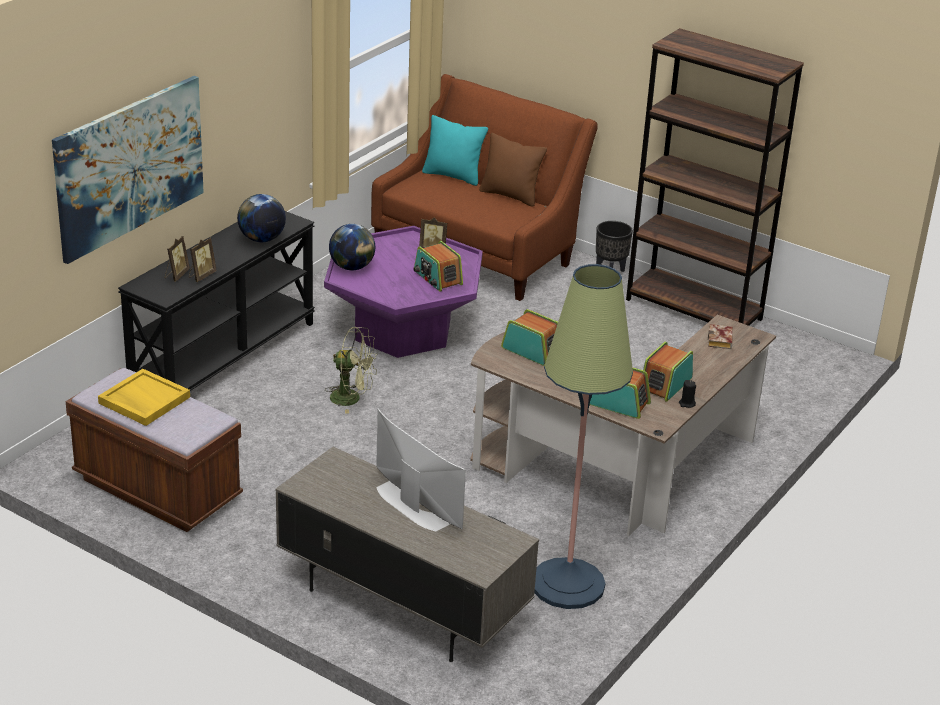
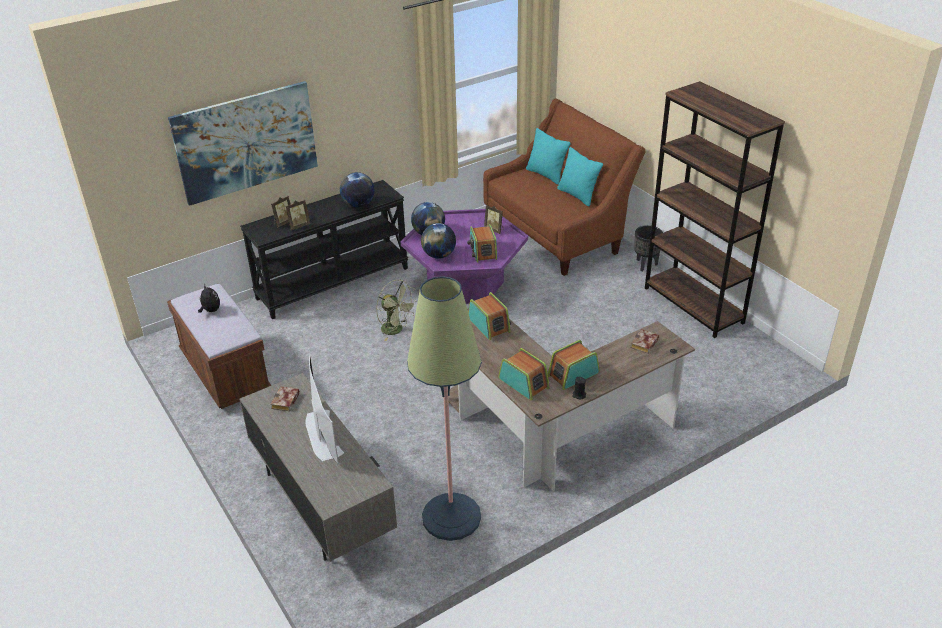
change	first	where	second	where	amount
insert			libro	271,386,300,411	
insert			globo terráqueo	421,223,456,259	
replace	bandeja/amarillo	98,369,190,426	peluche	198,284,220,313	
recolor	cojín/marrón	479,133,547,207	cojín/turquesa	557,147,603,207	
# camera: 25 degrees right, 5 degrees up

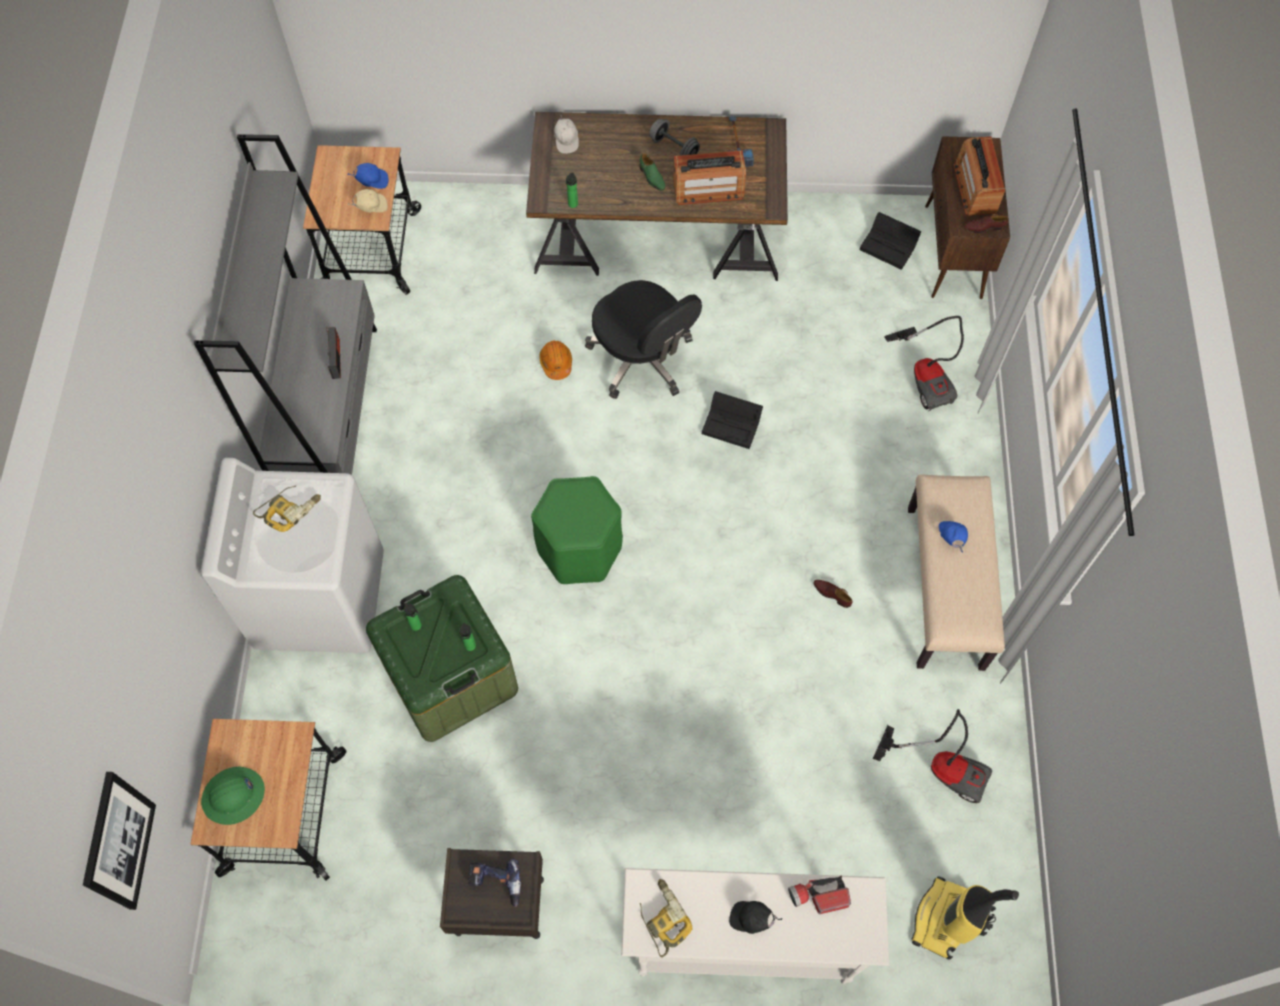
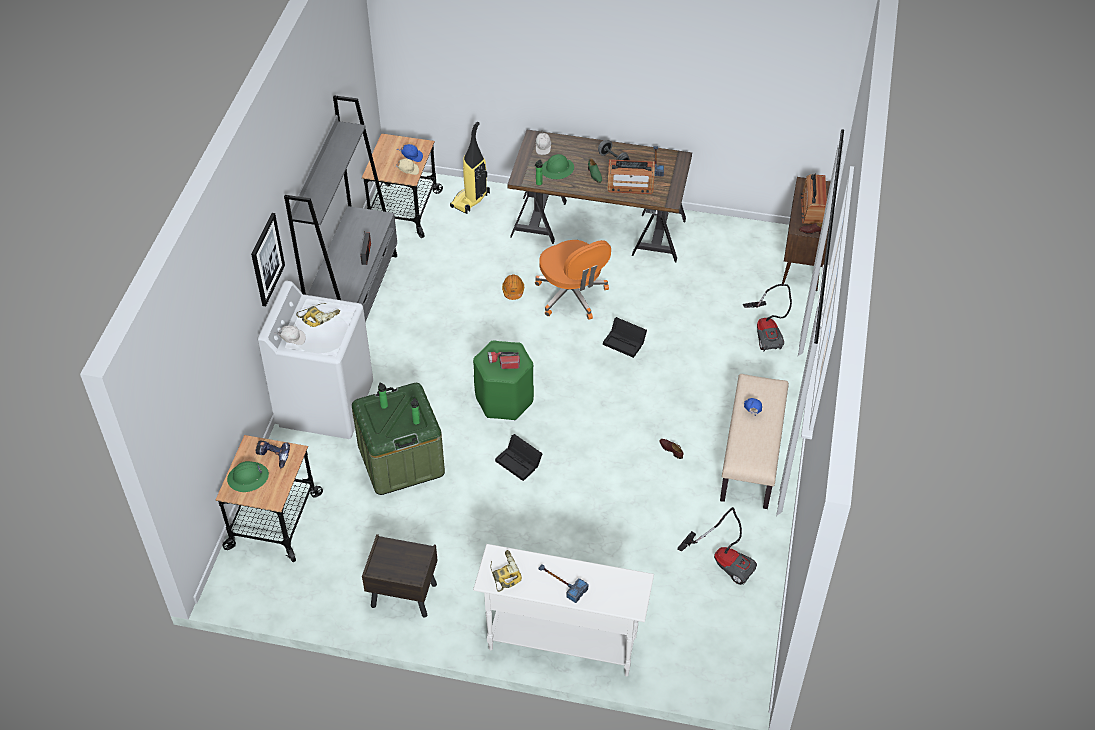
change	first	where	second	where	amount
insert			gorra/blanco	274,325,306,345	
insert			casco/verde	542,154,574,179	
move	cuadro	83,772,156,910		251,213,285,306	
move	taladro	468,858,521,907		256,440,290,468	
move	linterna	788,876,851,914		488,352,520,369	
move	caja de almacenaje/negro	859,212,922,270		495,434,543,481	
move	aspiradora	911,876,1019,960		450,122,490,214	
replace	gorra/negro	729,901,782,934	martillo	539,564,588,603	
recolor	silla de oficina/negro	585,280,702,399	silla de oficina/naranja	535,240,611,320	
# camera: 10 degrees right, 15 degrees down

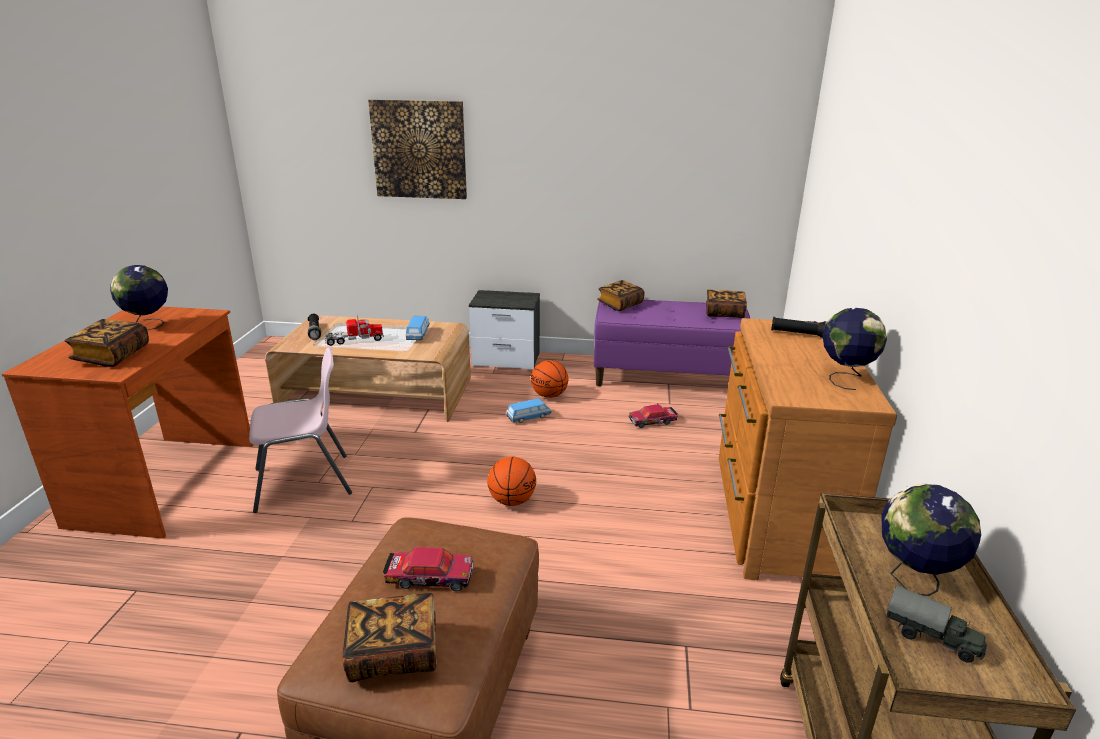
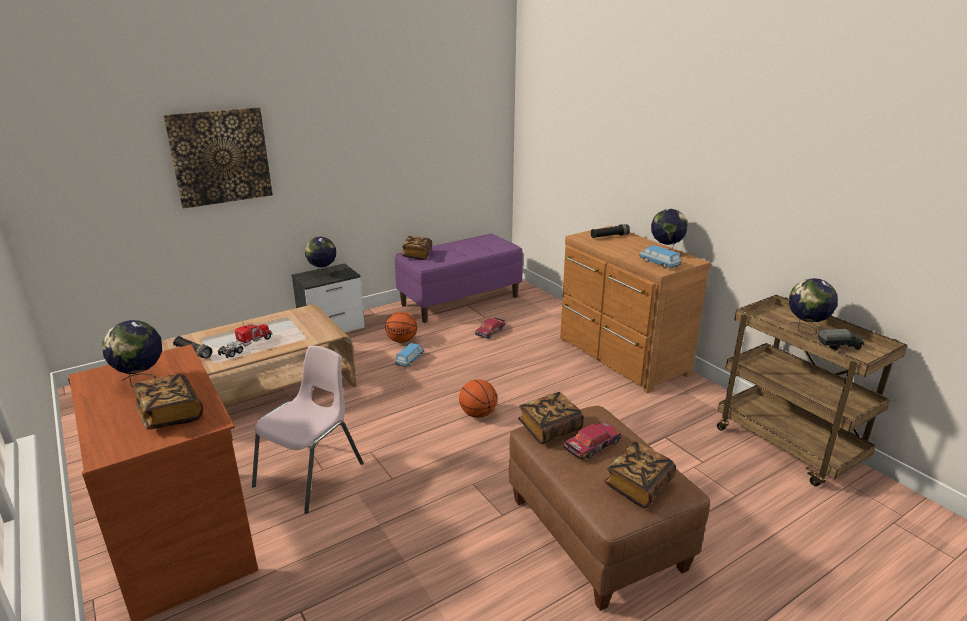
change	first	where	second	where	amount
insert			globo terráqueo	305,237,336,277	
move	coche de juguete	406,316,429,340		639,245,681,269	
move	libro	706,290,747,318		518,392,584,444	
# camera: 40 degrees left, 0 degrees up

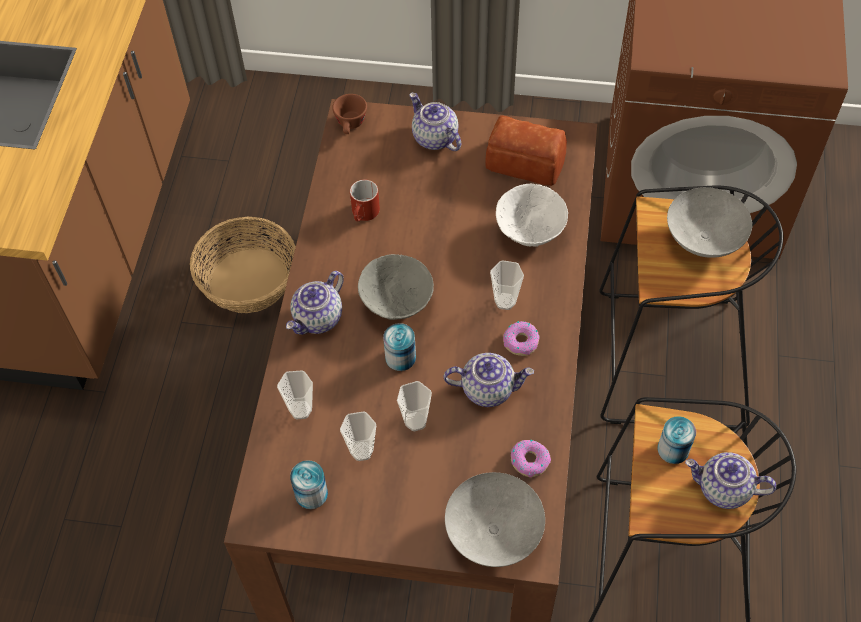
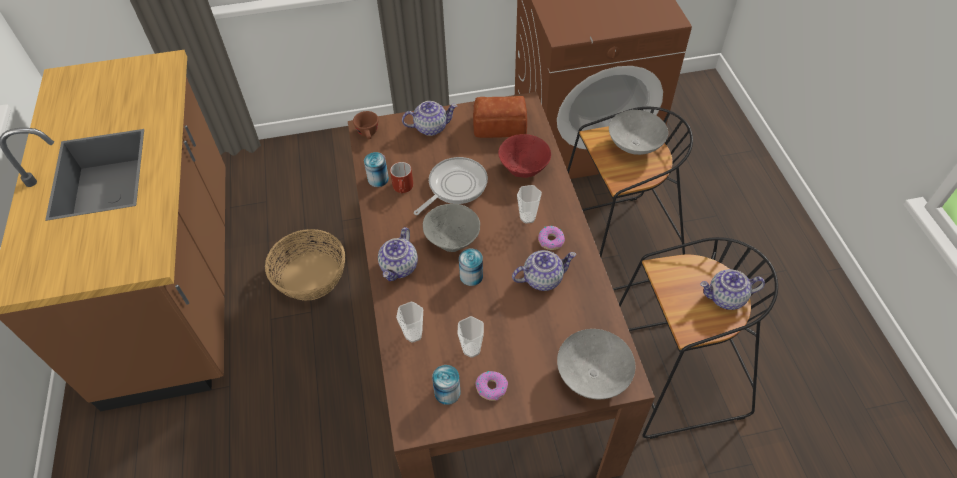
change	first	where	second	where	amount
delete	taza	397,381,432,431			
insert			sartén	414,157,488,215	
move	rosquilla	511,440,551,477		475,371,508,401	
move	lata	657,416,696,464		364,152,389,187	
recolor	cuenco/blanco	496,184,568,247	cuenco/rojo	498,134,551,178	
rotate	tetera	409,93,461,151		402,101,457,136	135 degrees clockwise
# camera: 20 degrees left, 5 degrees down

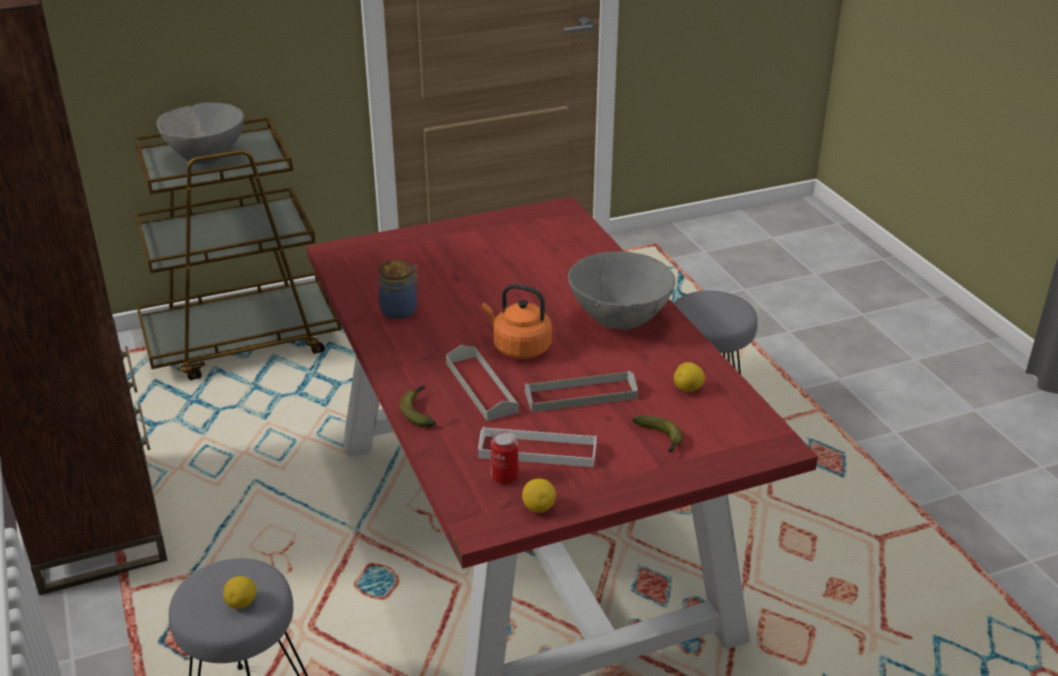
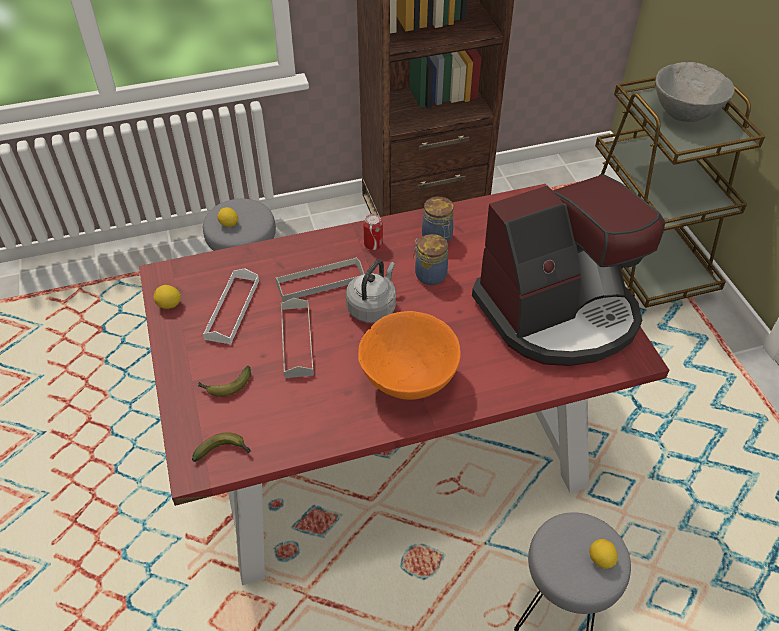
change	first	where	second	where	amount
insert			tarro	413,234,448,285	
insert			cafetera	472,174,665,366	
move	plátano	400,386,436,427		192,432,251,462	
move	lata	490,431,518,484		363,214,383,250	
move	limón	674,362,705,392		589,539,618,569	
recolor	hervidor/naranja	482,284,552,359	hervidor/gris	346,260,396,323	
recolor	cuenco/gris	568,251,675,330	cuenco/naranja	358,311,461,400	
# camera: 95 degrees right, 15 degrees up

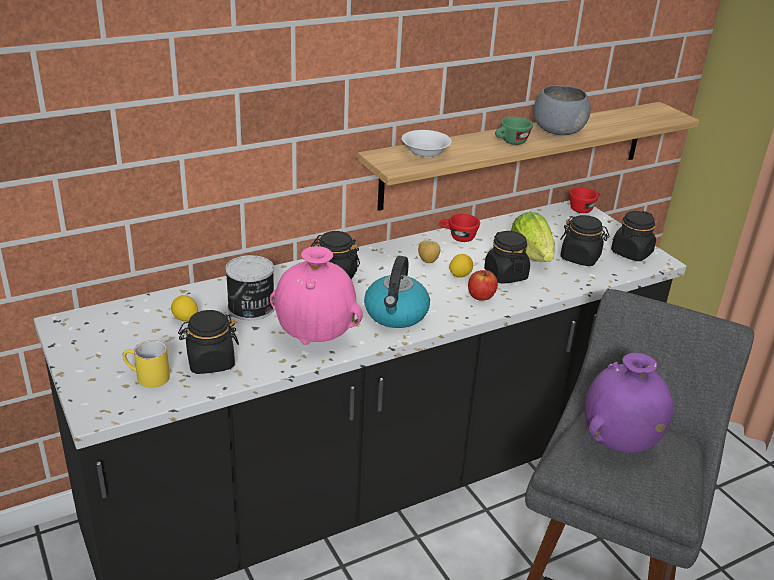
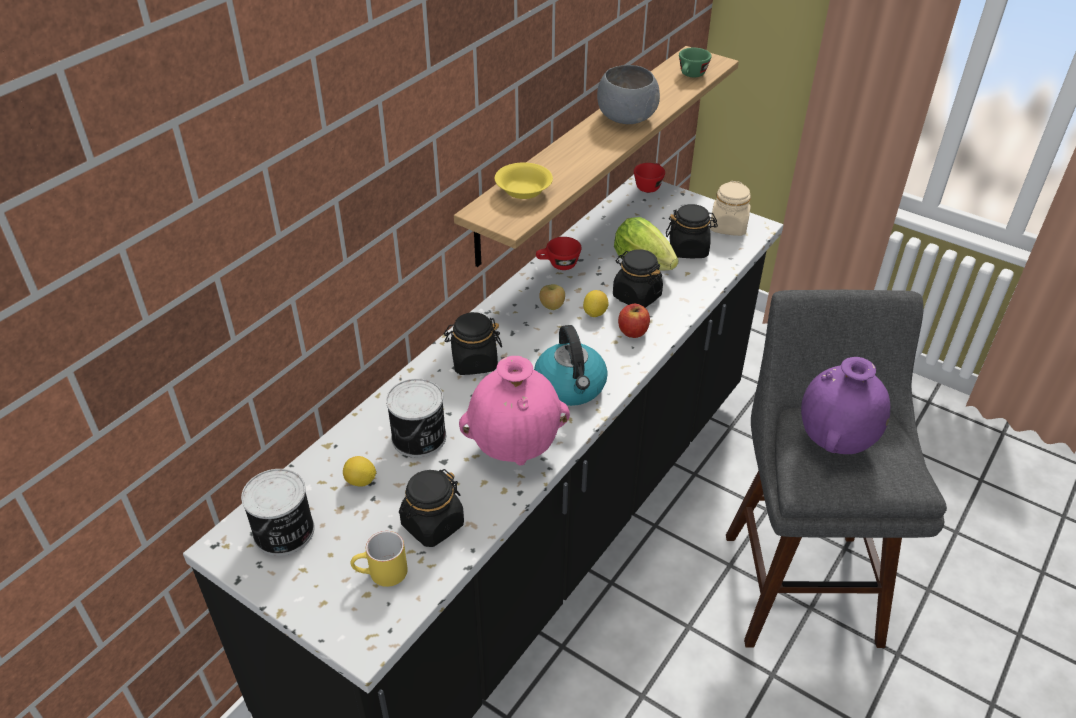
change	first	where	second	where	amount
insert			lata	241,469,315,556	
move	taza/verde	495,117,533,145		679,48,712,77	
recolor	cuenco/blanco	402,130,452,157	cuenco/amarillo	495,162,553,199	
recolor	tarro/negro	611,211,656,261	tarro/beis	710,181,751,236	
# camera: 25 degrees left, 10 degrees up

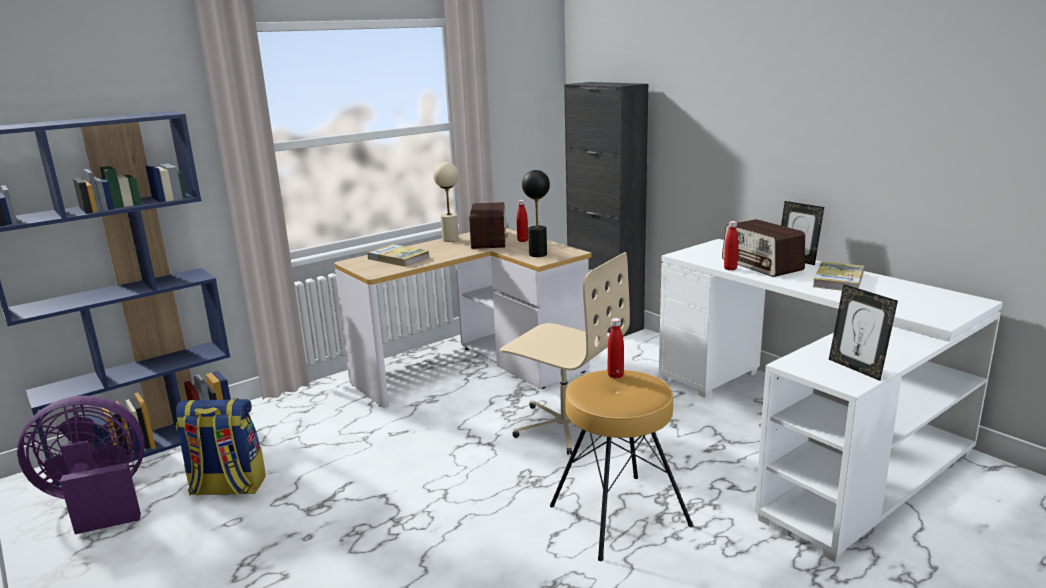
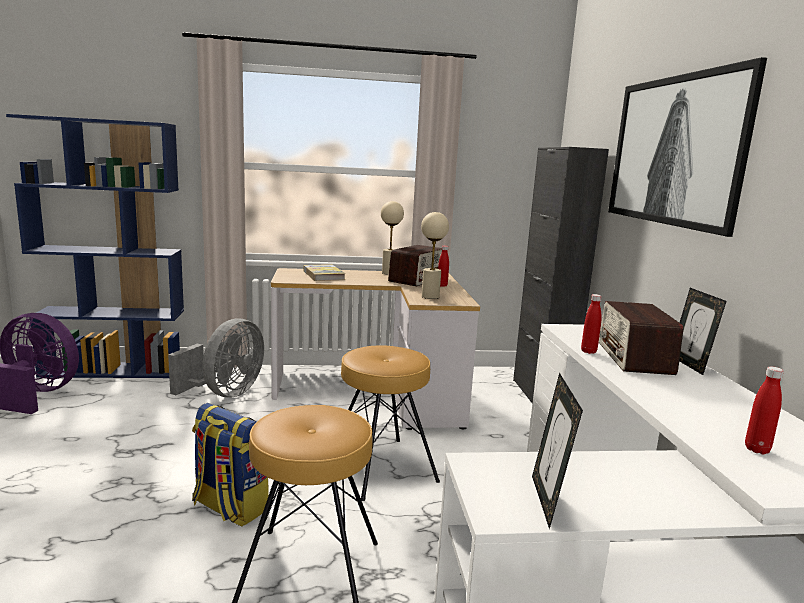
change	first	where	second	where	amount
delete	libro	813,262,864,290			
insert			ventilador/gris	168,318,264,398	
insert			cuadro	608,57,767,237	
move	mochila	176,399,266,496		192,403,269,526	
move	botella/rojo	608,318,624,379		745,367,784,454	
replace	silla de oficina/beis	499,252,630,455	taburete/marrón	341,346,440,501	
recolor	lámpara de mesa/negro	522,170,550,257	lámpara de mesa/beis	421,212,449,299	
# camera: 30 degrees right, 5 degrees down

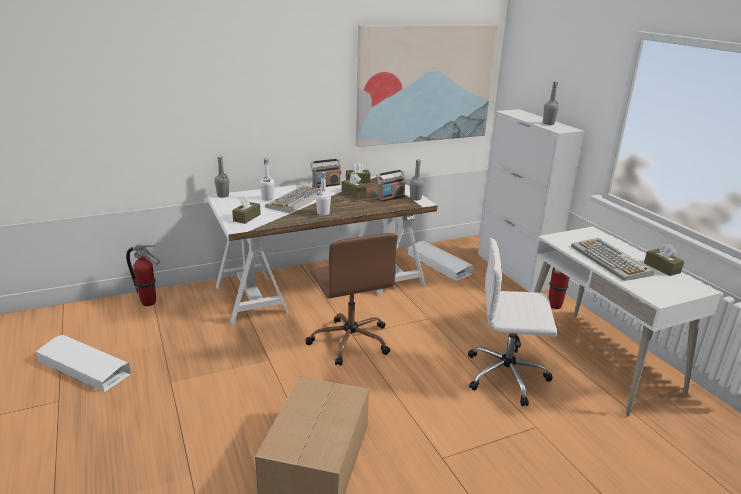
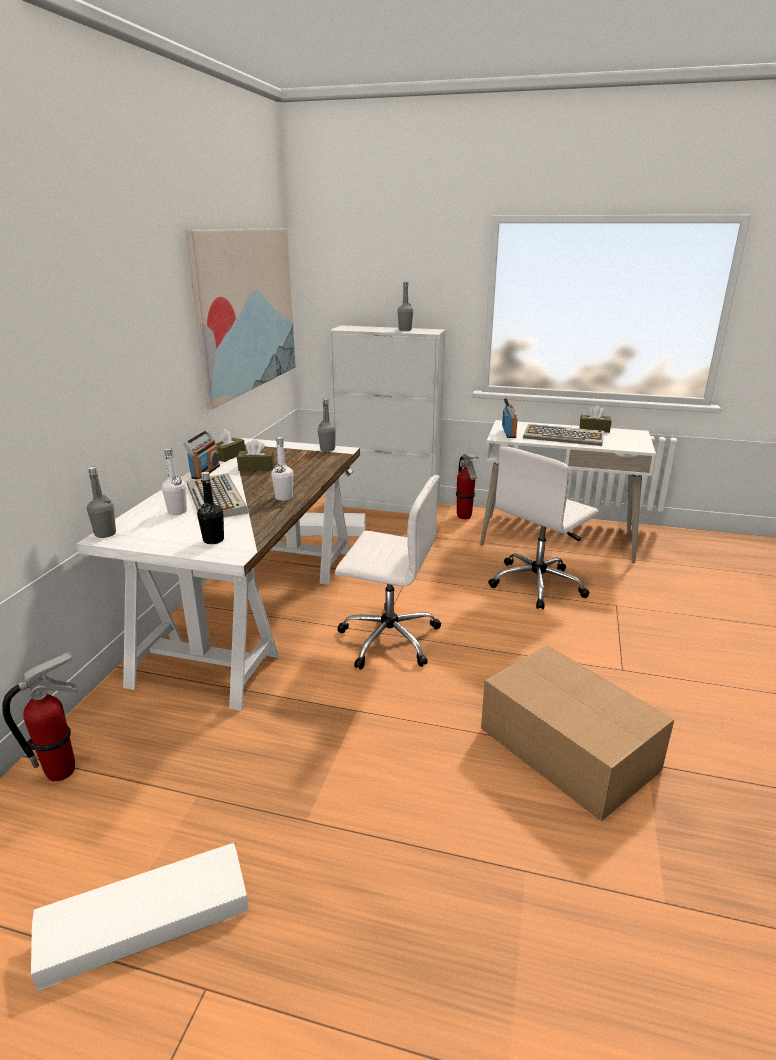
change	first	where	second	where	amount
move	radio	376,169,406,202		502,398,518,438	
replace	caja de pañuelos/marrón	232,196,261,224	botella/negro	197,472,224,544	
recolor	silla de oficina/marrón	305,233,398,366	silla de oficina/blanco	335,475,441,670	
# camera: 50 degrees left, 0 degrees up

